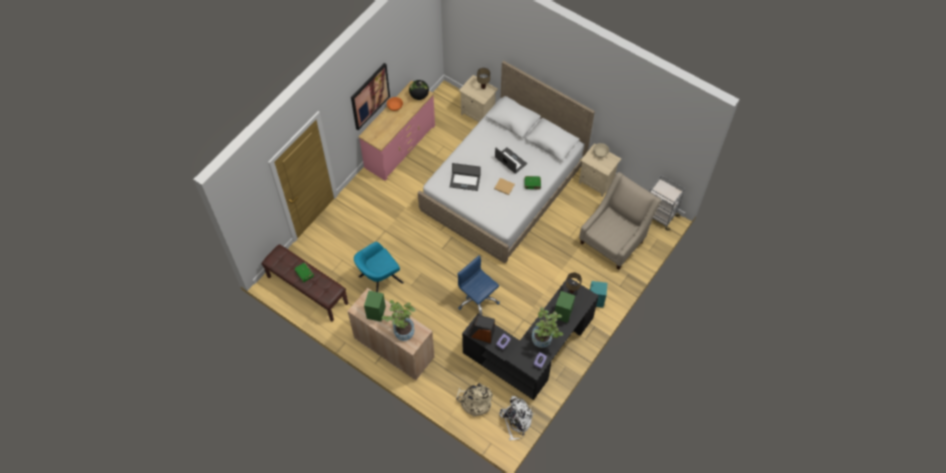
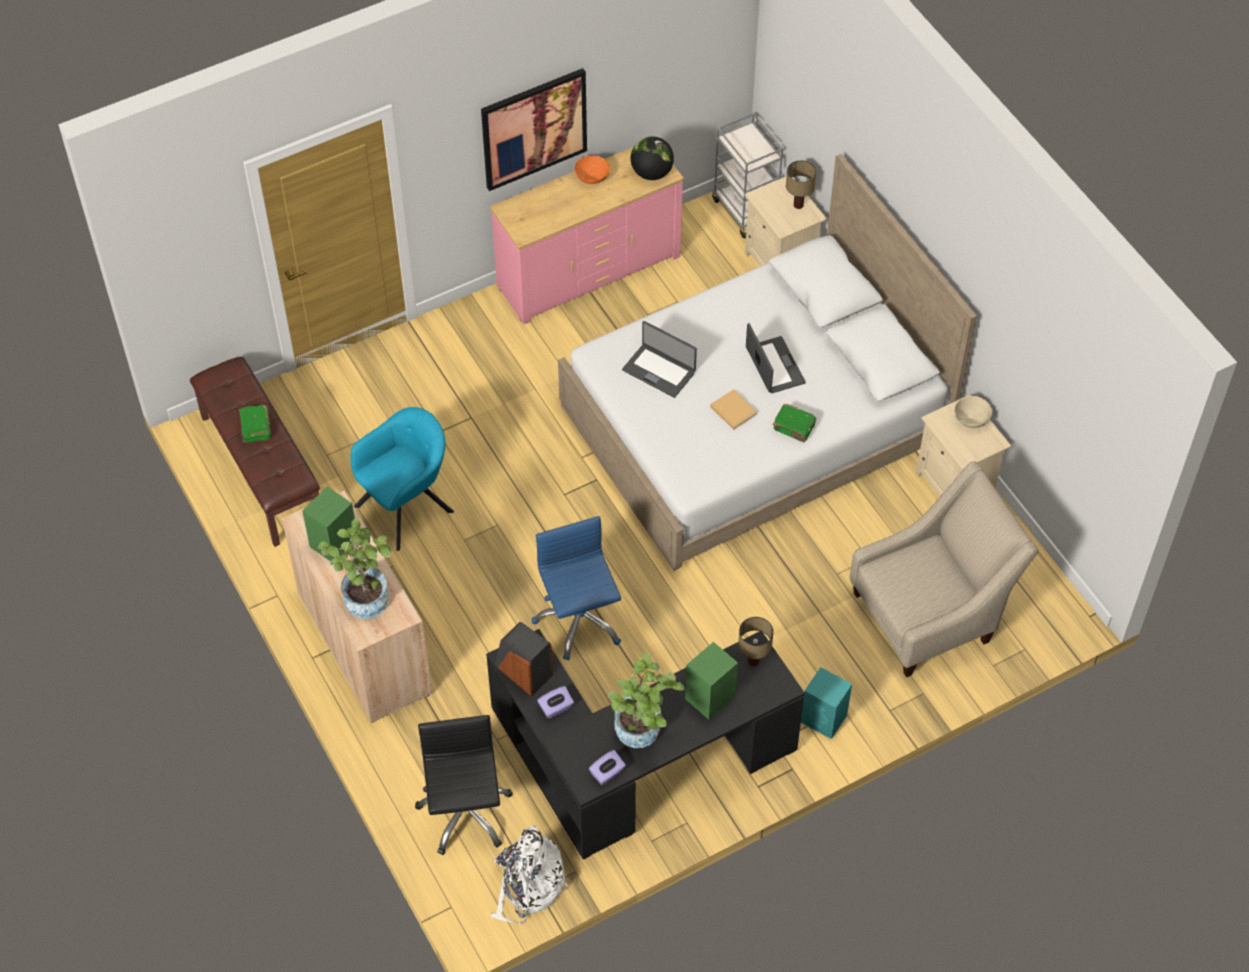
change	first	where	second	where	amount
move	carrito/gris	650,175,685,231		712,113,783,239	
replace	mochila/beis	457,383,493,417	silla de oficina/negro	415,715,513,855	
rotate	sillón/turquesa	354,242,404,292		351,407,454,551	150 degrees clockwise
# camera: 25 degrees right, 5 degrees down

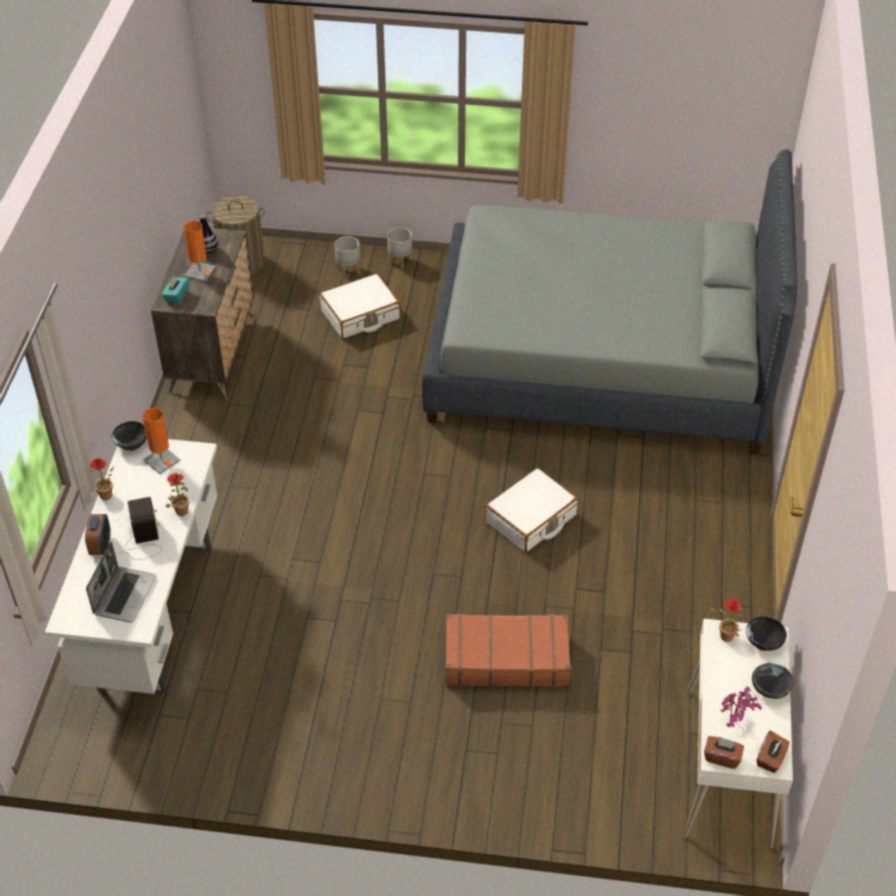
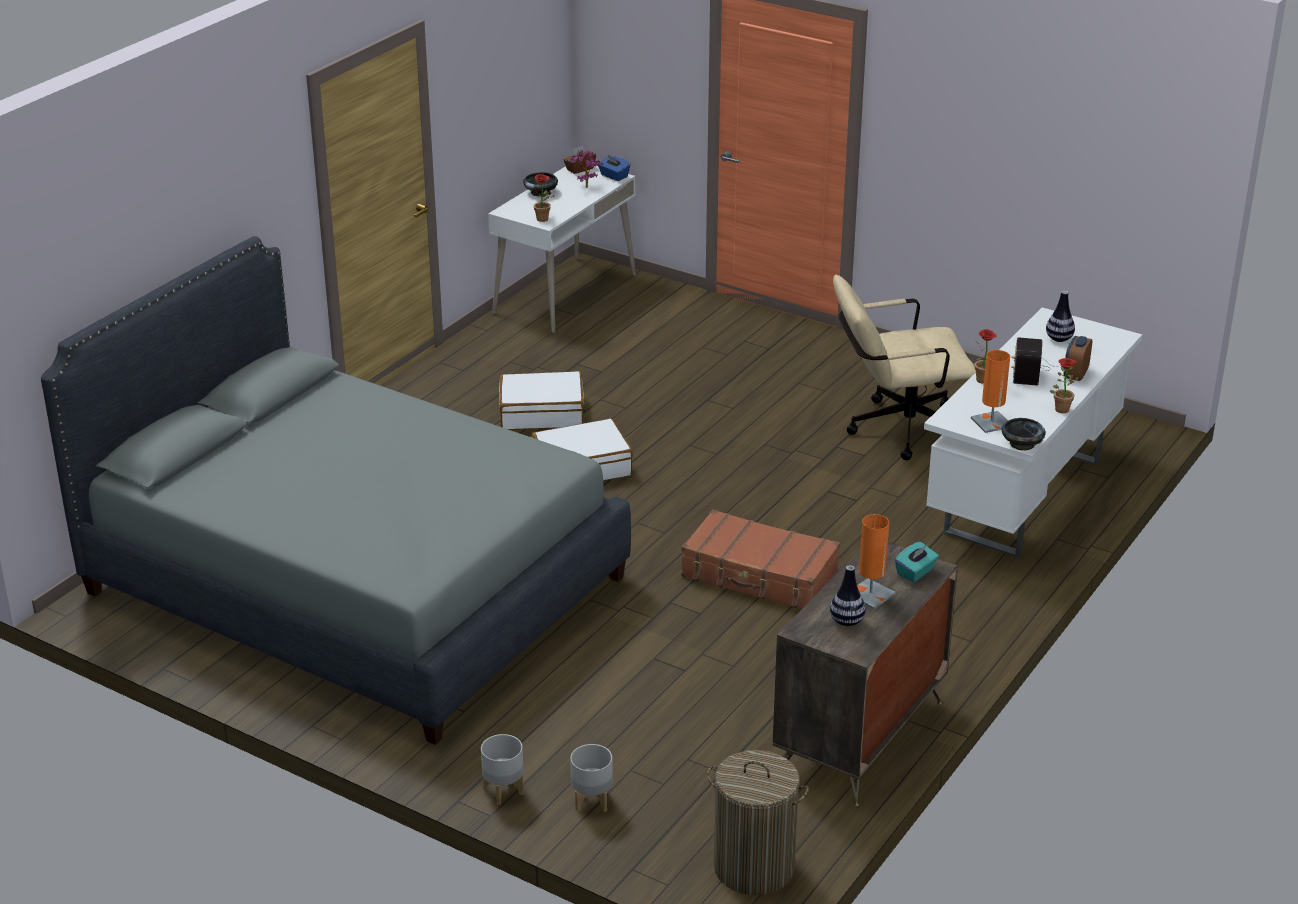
change	first	where	second	where	amount
delete	cuenco/negro	746,616,787,651			
insert			silla de oficina/beis	833,275,976,460	
move	maleta/blanco	319,274,401,339		499,371,584,430	
move	maleta/marrón	446,614,571,688		681,509,840,609	
replace	portátil	86,542,156,623	florero	1046,291,1075,342	
recolor	caja de pañuelos/marrón	704,736,744,769	caja de pañuelos/azul	598,155,630,181	
# camera: 155 degrees left, 15 degrees down

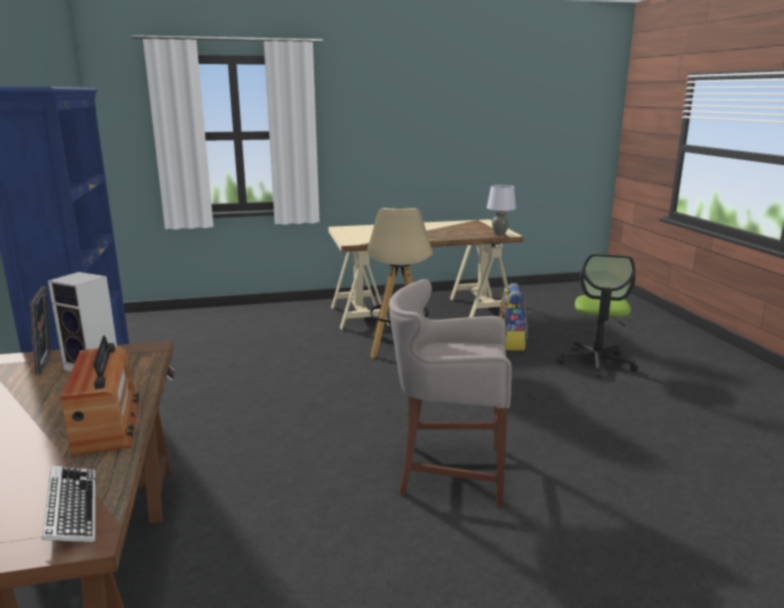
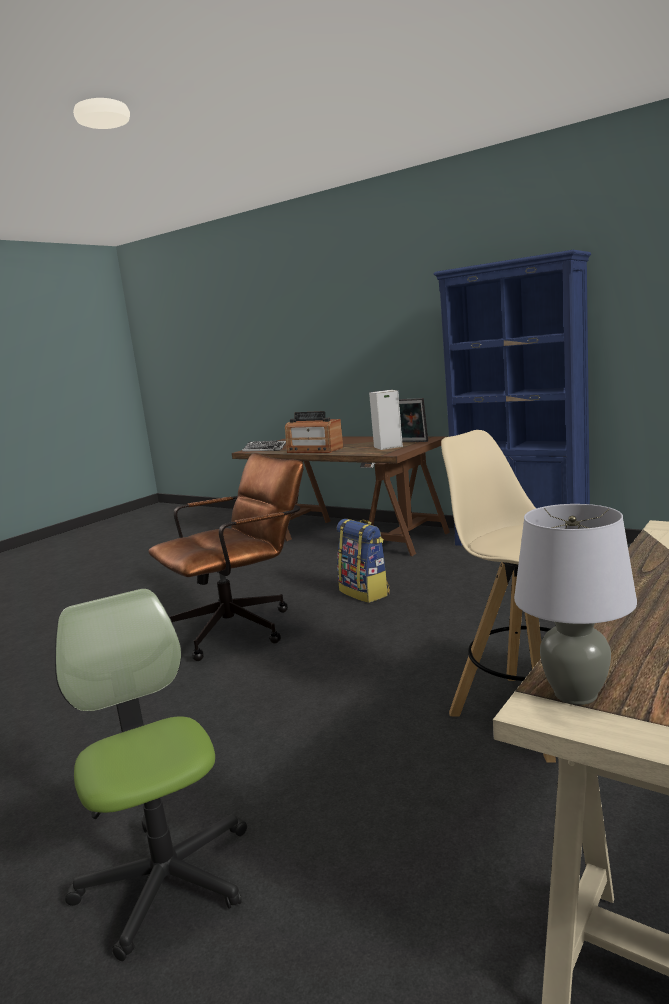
change	first	where	second	where	amount
move	mochila	499,283,528,351		337,519,390,603	
replace	taburete/gris	389,279,512,506	silla de oficina/marrón	148,453,304,661	
# camera: 140 degrees right, 5 degrees down

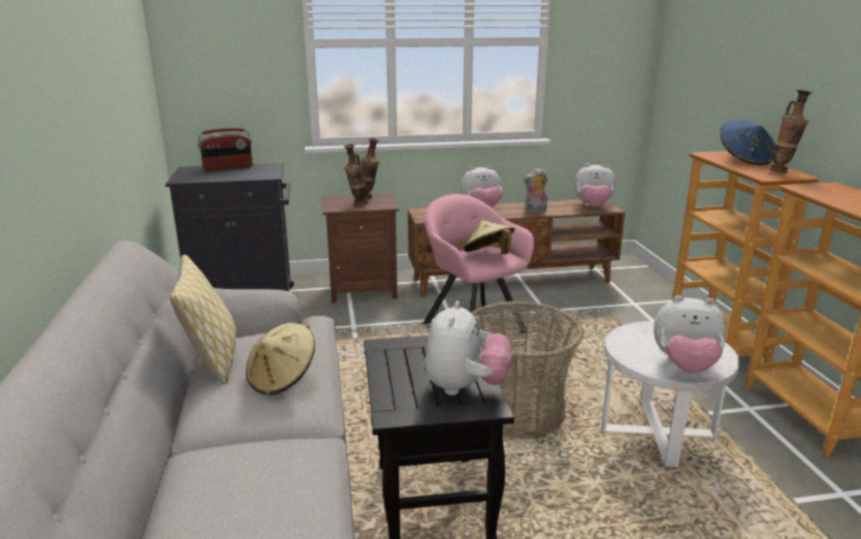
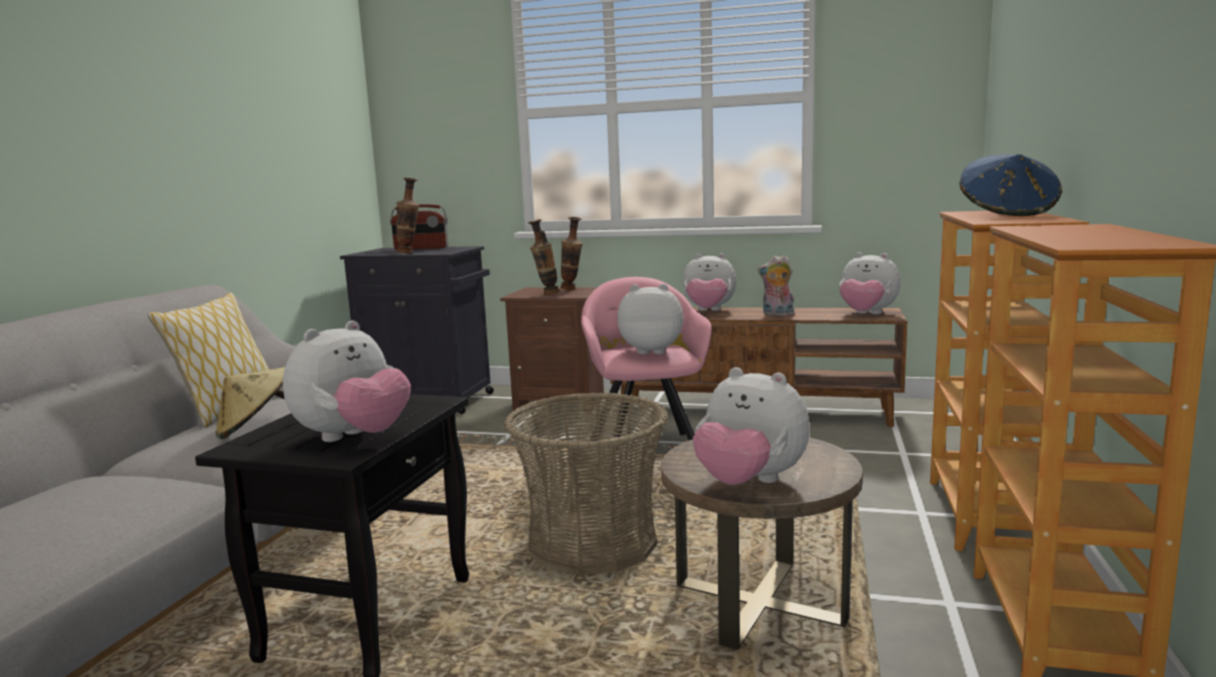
change	first	where	second	where	amount
move	florero	769,90,813,174		396,178,419,253	
replace	sombrero/beis	464,220,515,254	peluche	617,284,683,354	
recolor	mesa auxiliar/blanco	601,321,740,467	mesa auxiliar/marrón	661,437,863,650	
# camera: 25 degrees right, 10 degrees down

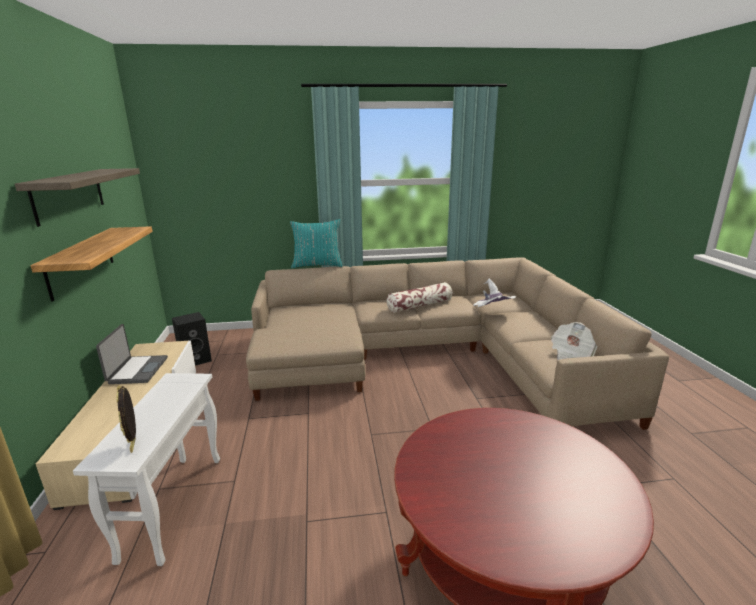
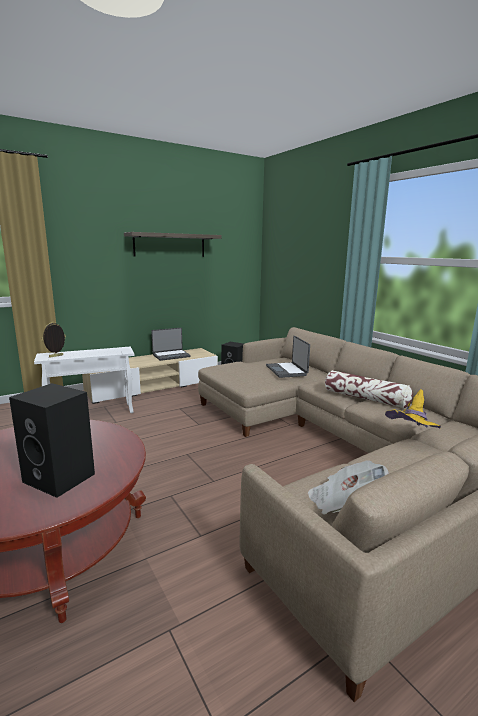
change	first	where	second	where	amount
delete	estante	30,226,153,302			
delete	cojín/turquesa	290,219,342,268			
insert			altavoz/negro	9,383,95,498	
insert			portátil	266,336,310,378	
recolor	sombrero/blanco	473,279,516,307	sombrero/amarillo	385,389,441,428	
# camera: 65 degrees right, 5 degrees down

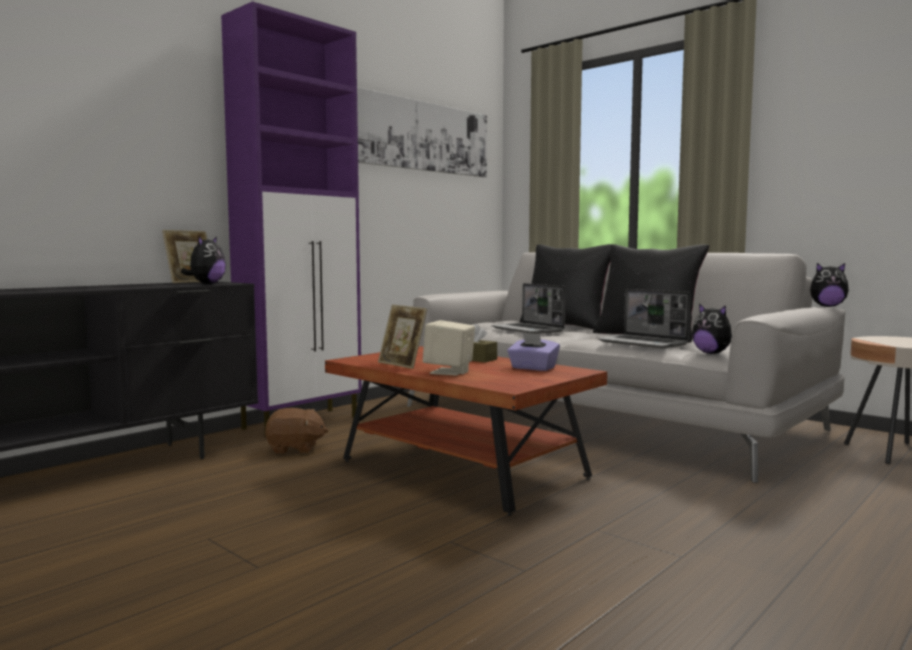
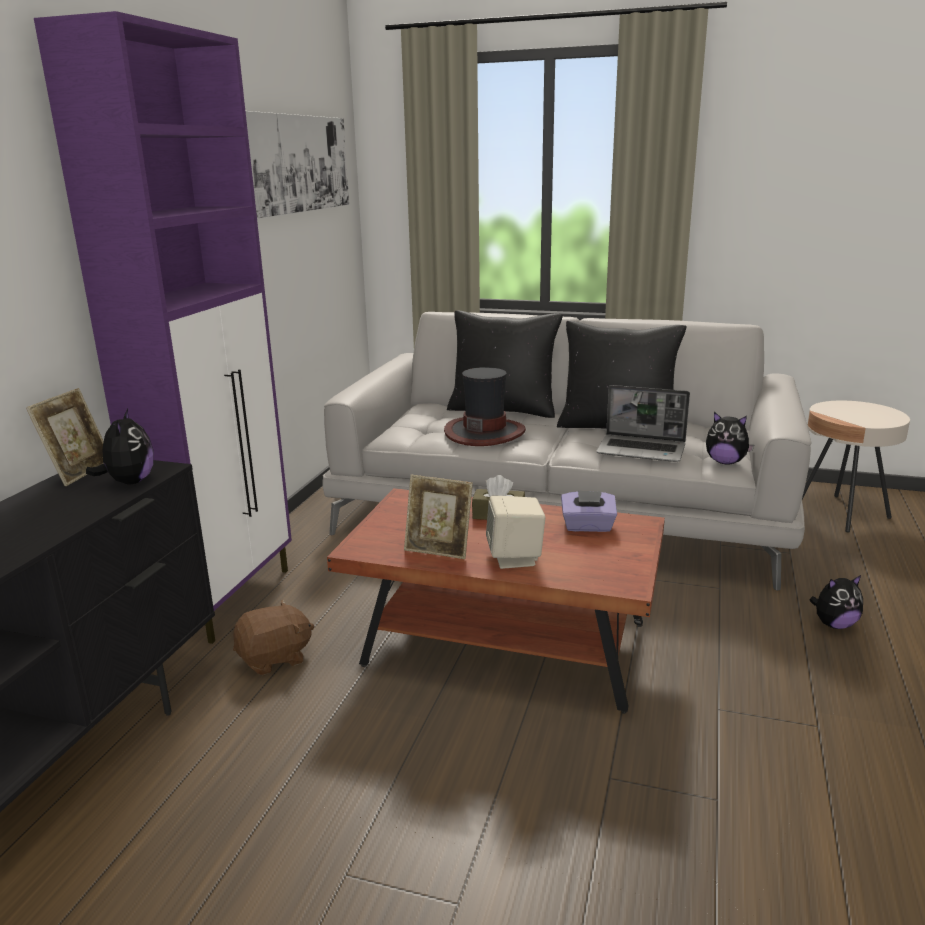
change	first	where	second	where	amount
move	peluche	810,263,849,307		809,575,863,629	
replace	portátil	491,283,565,334	sombrero	444,367,526,446	
# camera: 25 degrees left, 15 degrees up

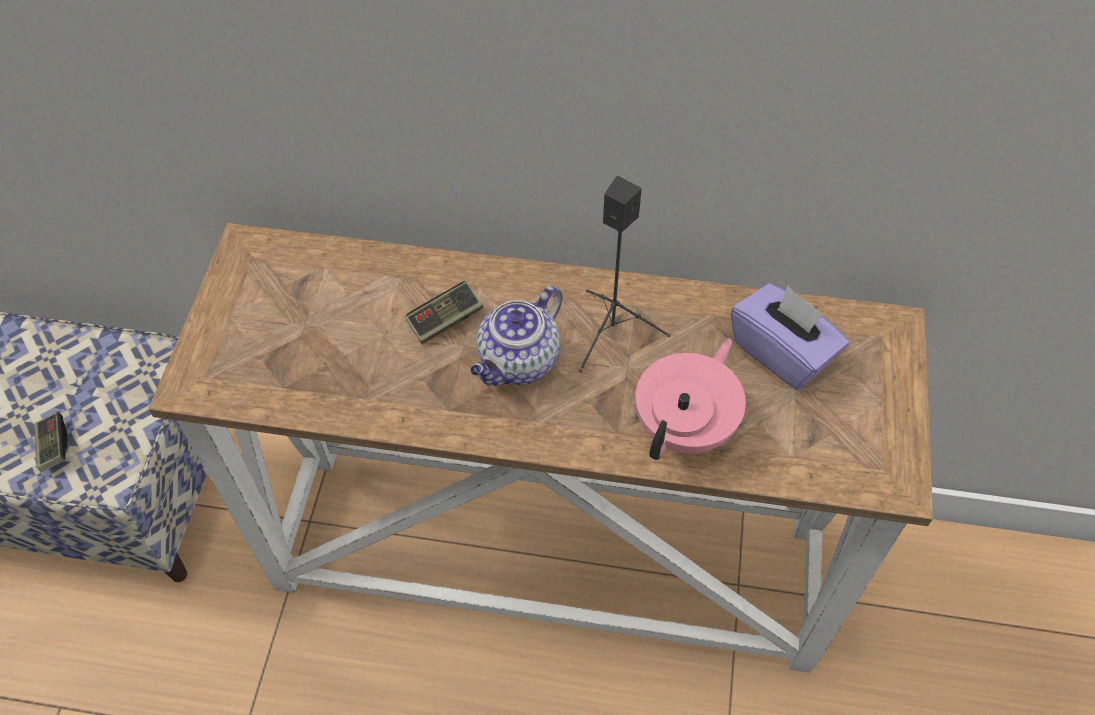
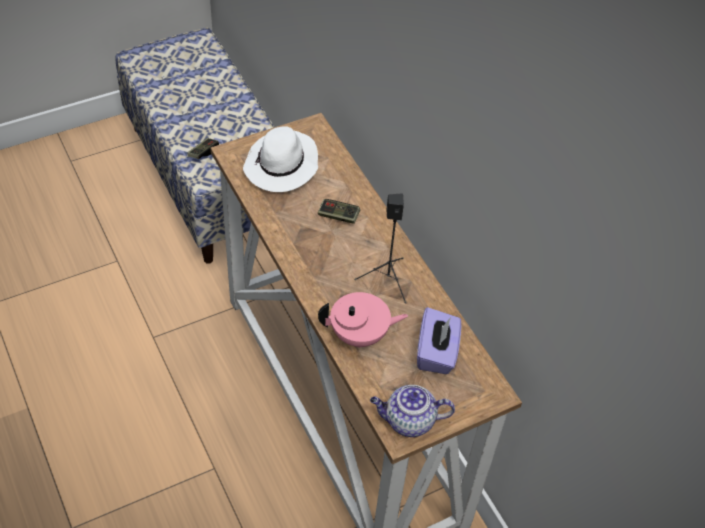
change	first	where	second	where	amount
insert			sombrero/blanco	243,127,318,192	
move	tetera	470,286,562,386		370,385,455,437	
# camera: 50 degrees right, 5 degrees down

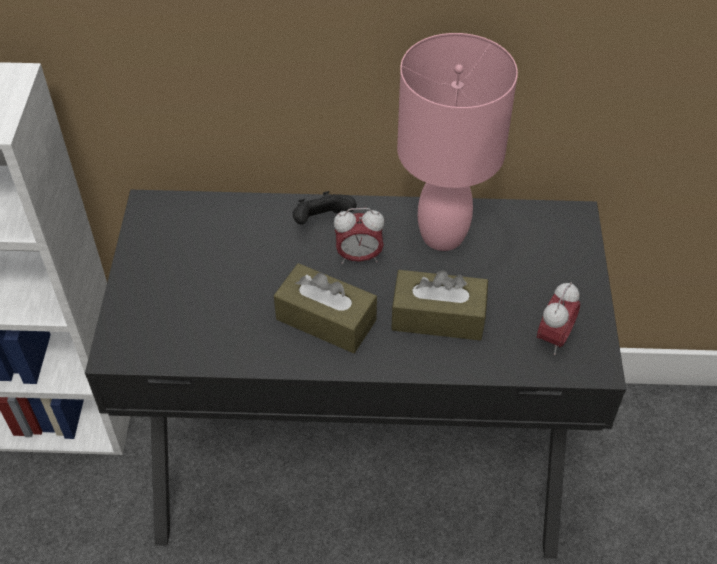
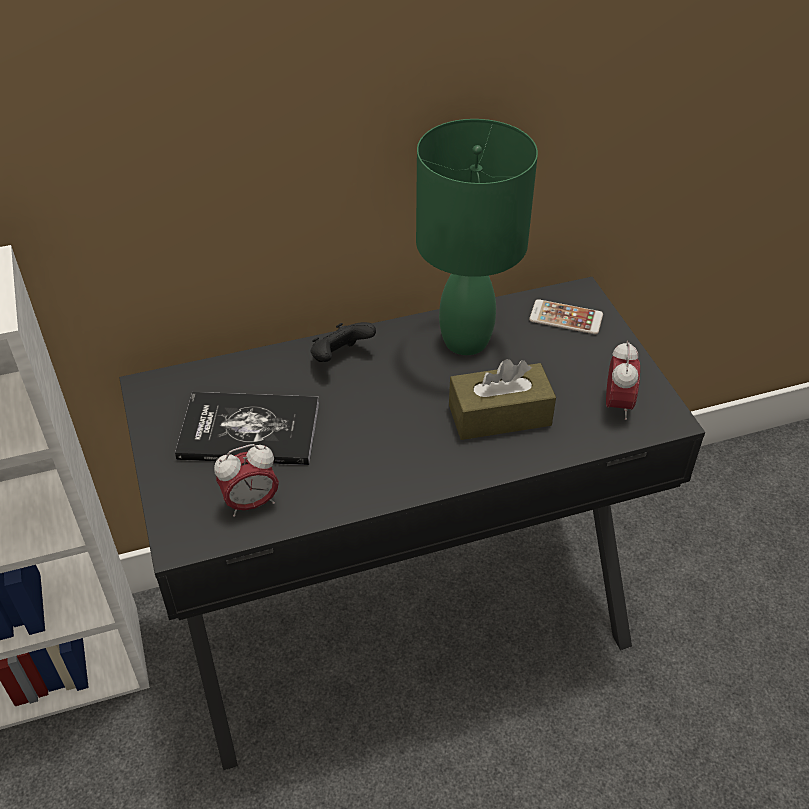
change	first	where	second	where	amount
delete	caja de pañuelos/marrón	274,263,377,353			
insert			libro	175,392,319,465	
insert			móvil	529,299,603,334	
move	despertador	334,208,384,264		214,444,279,517	
recolor	lámpara de mesa/rosa	397,33,518,251	lámpara de mesa/verde	416,119,538,355	
# camera: 20 degrees left, 5 degrees down

